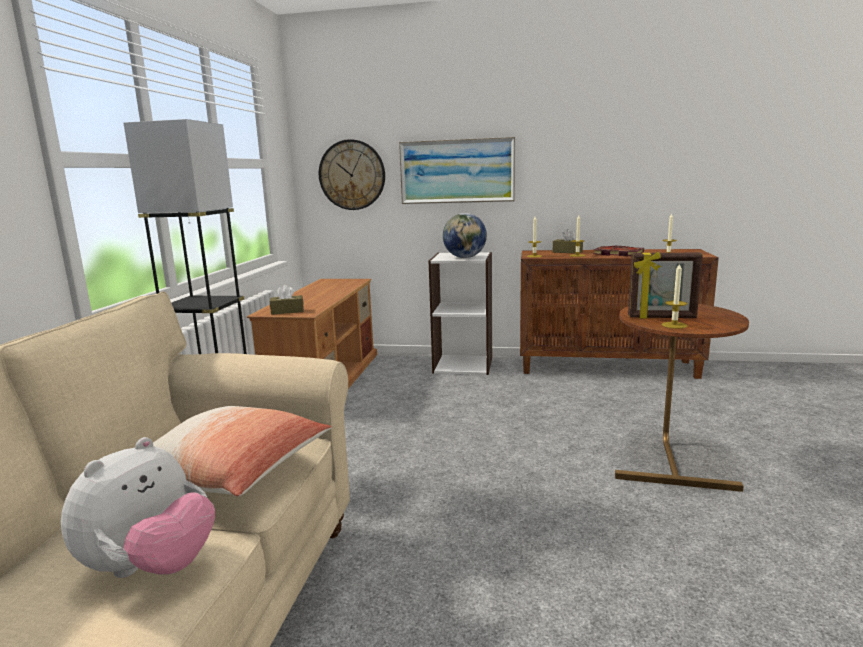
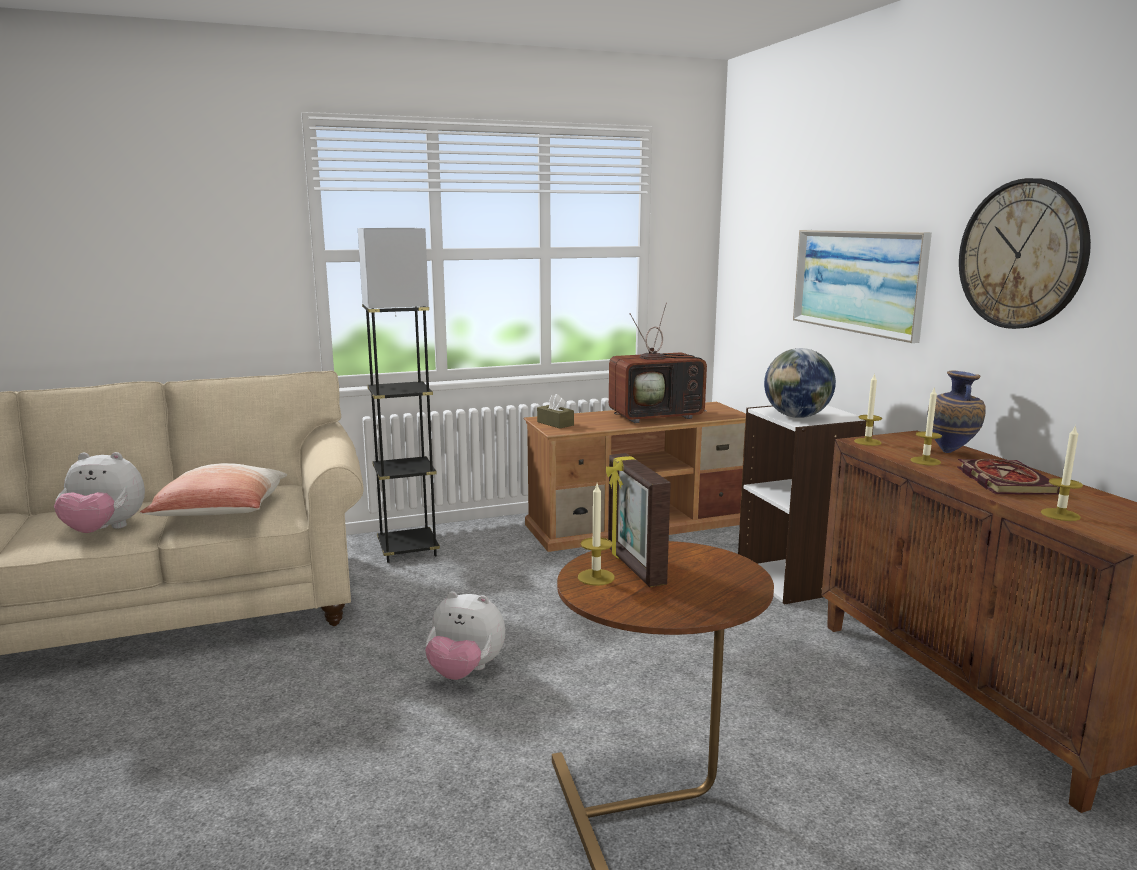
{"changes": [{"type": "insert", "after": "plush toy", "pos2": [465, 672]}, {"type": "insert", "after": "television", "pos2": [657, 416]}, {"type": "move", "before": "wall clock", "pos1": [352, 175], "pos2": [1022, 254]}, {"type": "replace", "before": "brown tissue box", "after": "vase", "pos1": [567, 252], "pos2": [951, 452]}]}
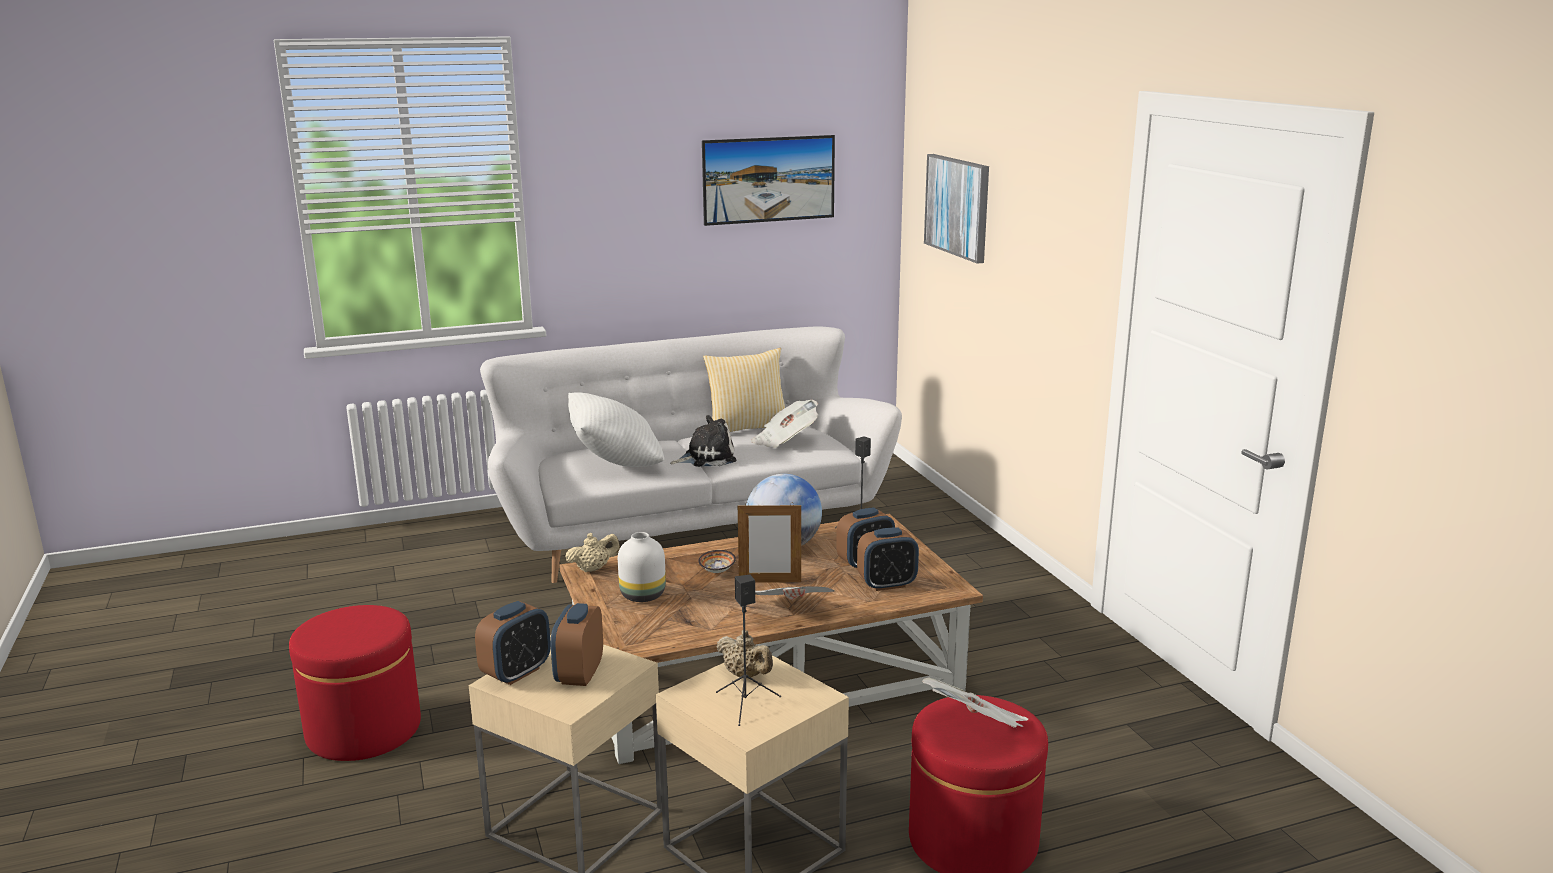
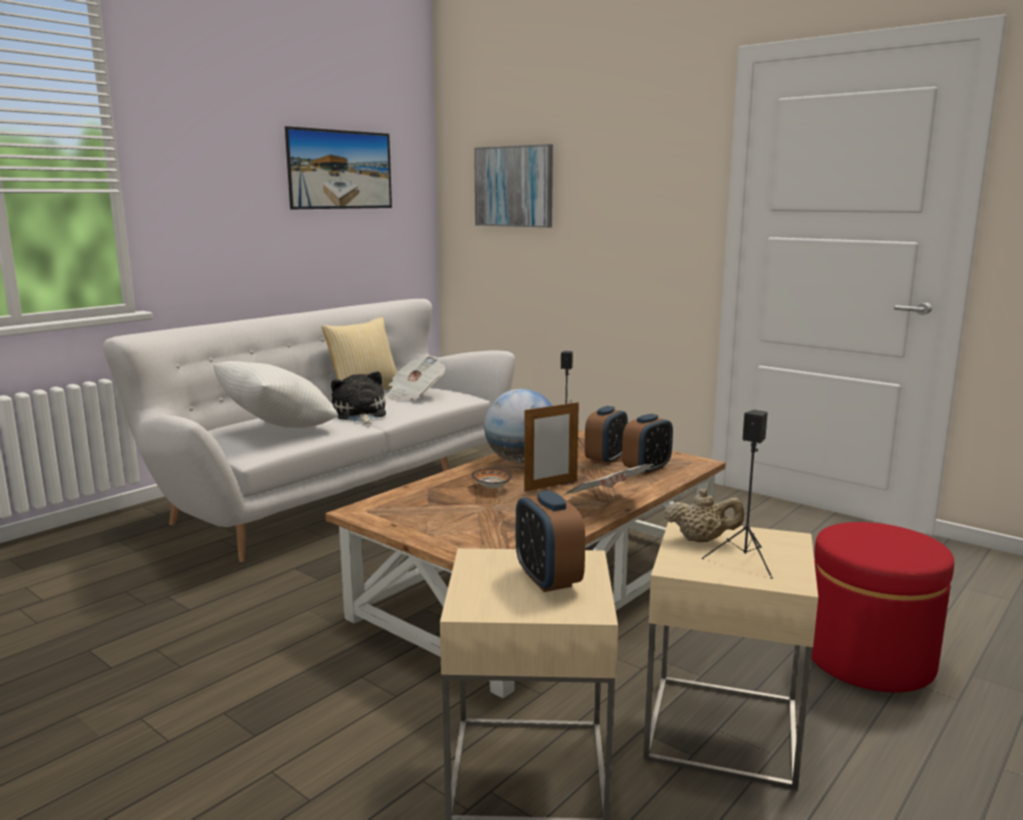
{"changes": [{"type": "delete", "before": "red ottoman", "pos1": [364, 730]}, {"type": "delete", "before": "alarm clock", "pos1": [516, 672]}, {"type": "delete", "before": "beige teapot", "pos1": [593, 569]}, {"type": "delete", "before": "white vase", "pos1": [642, 596]}, {"type": "delete", "before": "newspaper", "pos1": [977, 728]}, {"type": "rotate", "before": "plush toy", "pos1": [706, 458], "pos2": [360, 414], "turn": -60}]}
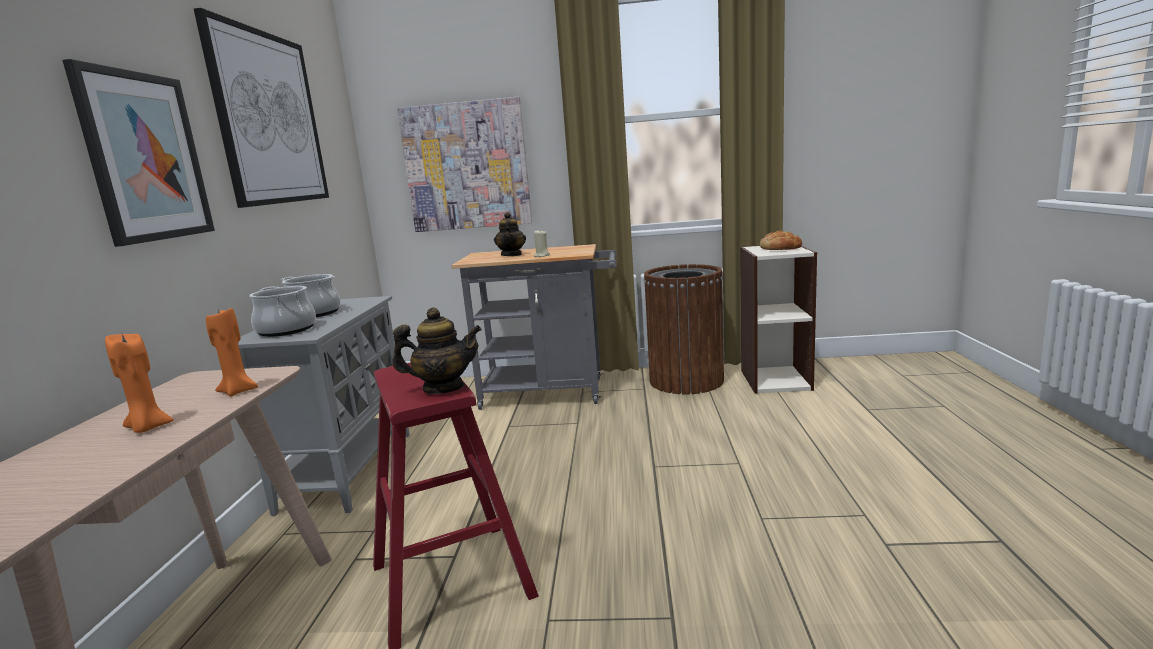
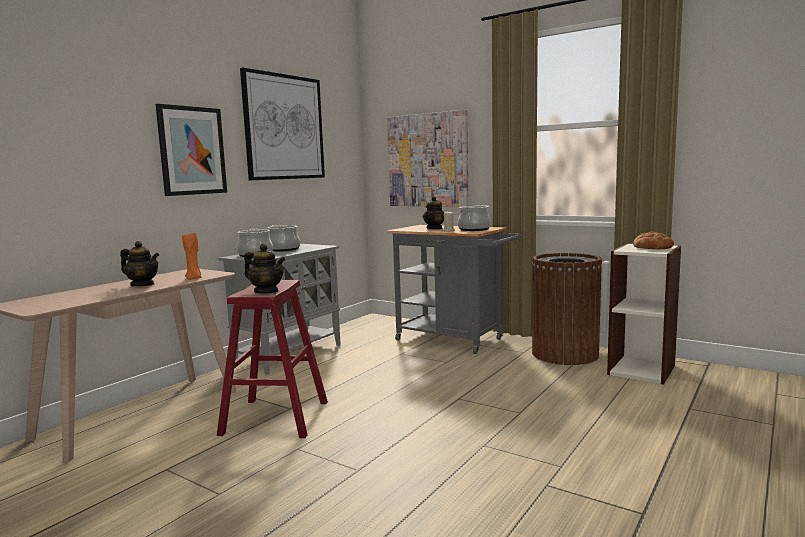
{"changes": [{"type": "insert", "after": "cooking pot", "pos2": [474, 229]}, {"type": "replace", "before": "orange candle", "after": "teapot", "pos1": [148, 428], "pos2": [143, 285]}]}
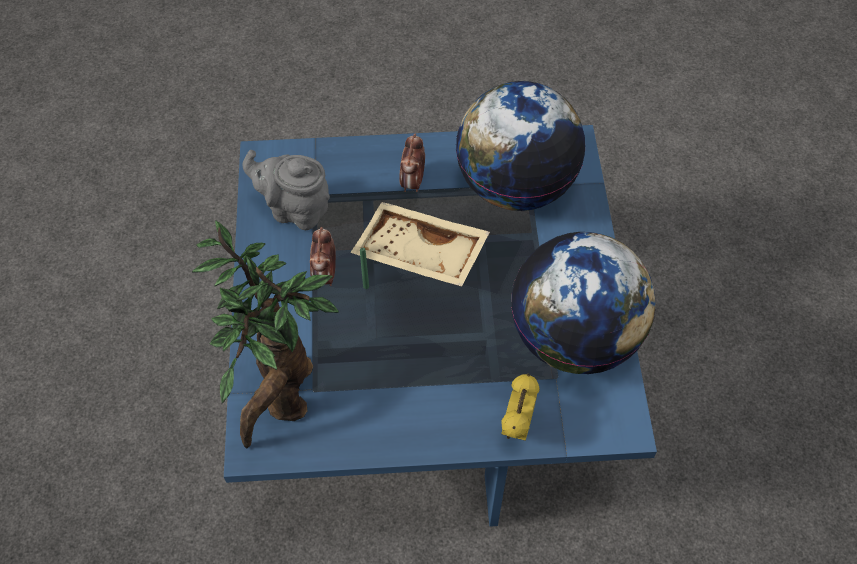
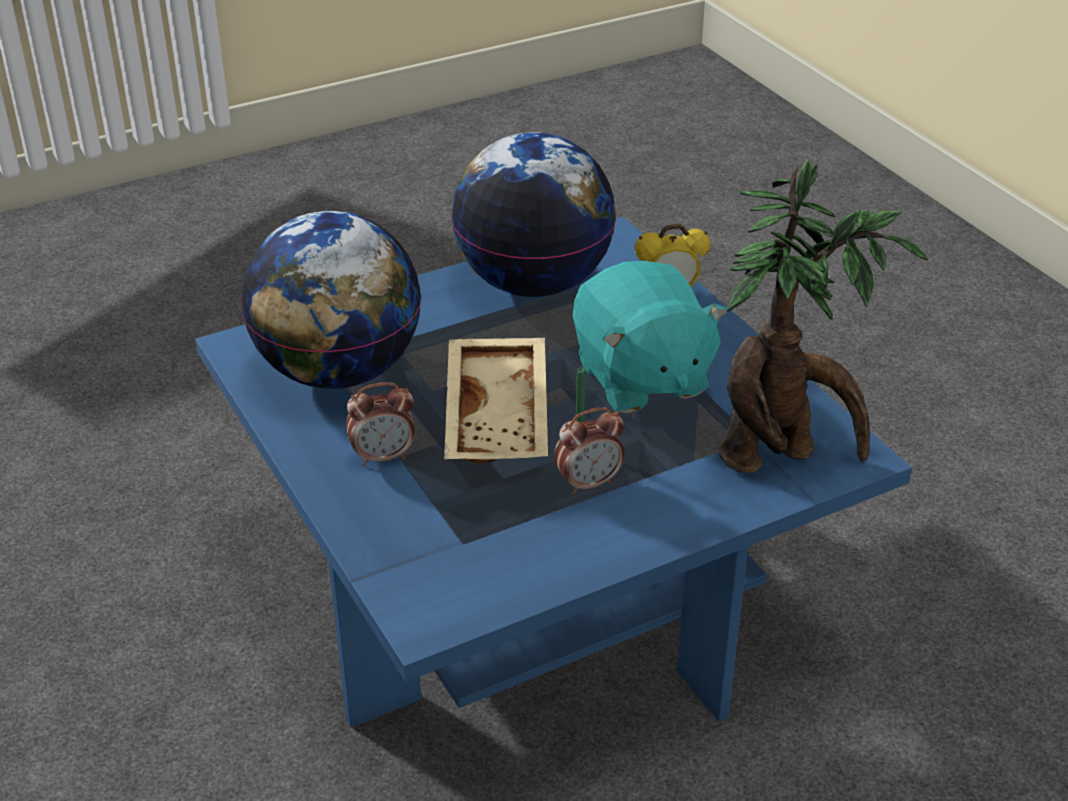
{"changes": [{"type": "delete", "before": "grey teapot", "pos1": [295, 210]}, {"type": "insert", "after": "turquoise plush toy", "pos2": [640, 378]}]}
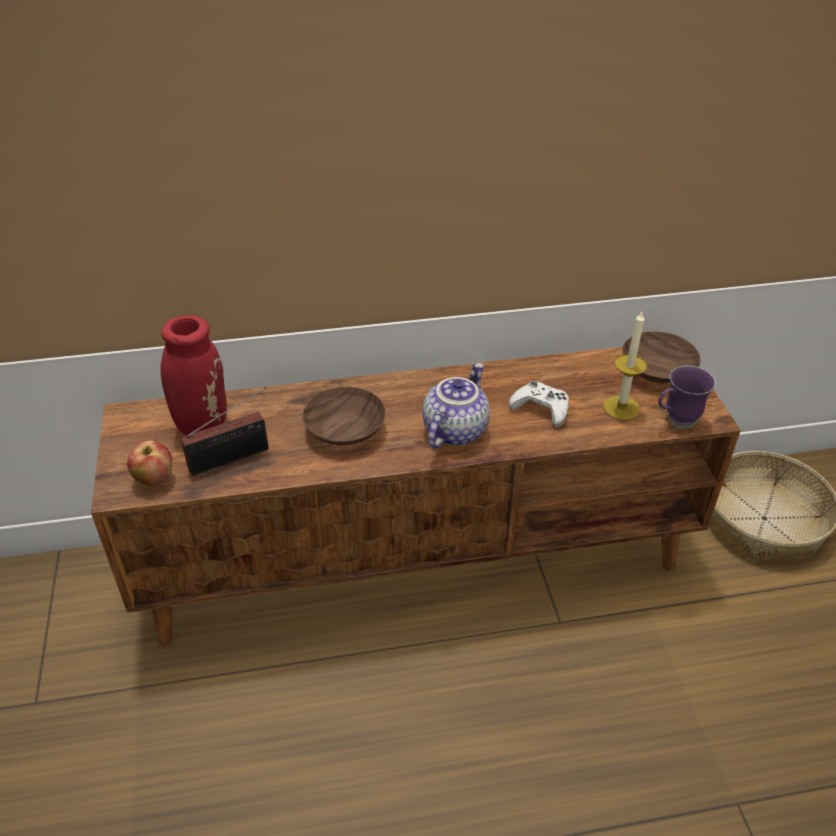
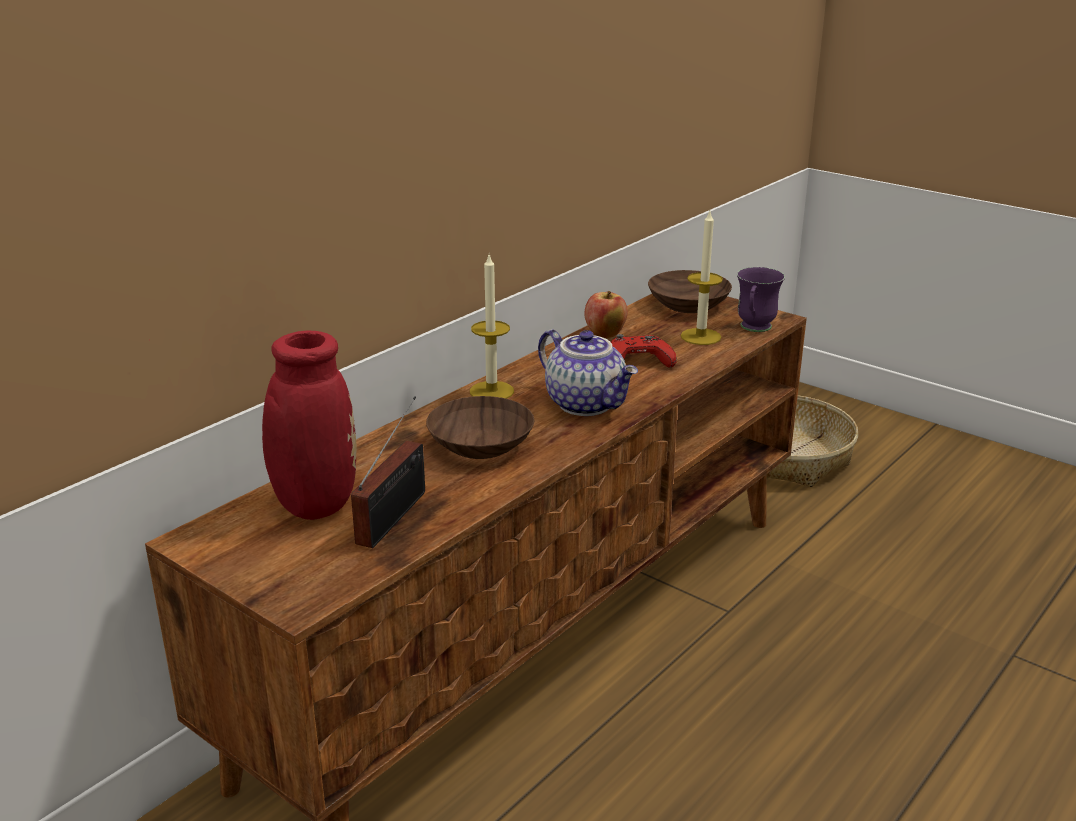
{"changes": [{"type": "insert", "after": "candle", "pos2": [491, 391]}, {"type": "move", "before": "apple", "pos1": [154, 479], "pos2": [604, 335]}, {"type": "recolor", "before": "white game controller", "after": "red game controller", "pos1": [541, 408], "pos2": [638, 361]}, {"type": "rotate", "before": "teapot", "pos1": [453, 430], "pos2": [587, 404], "turn": 150}]}
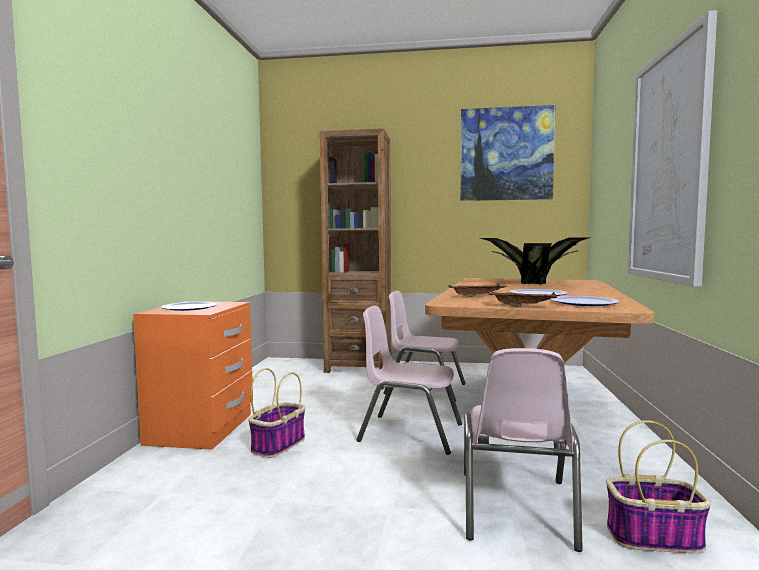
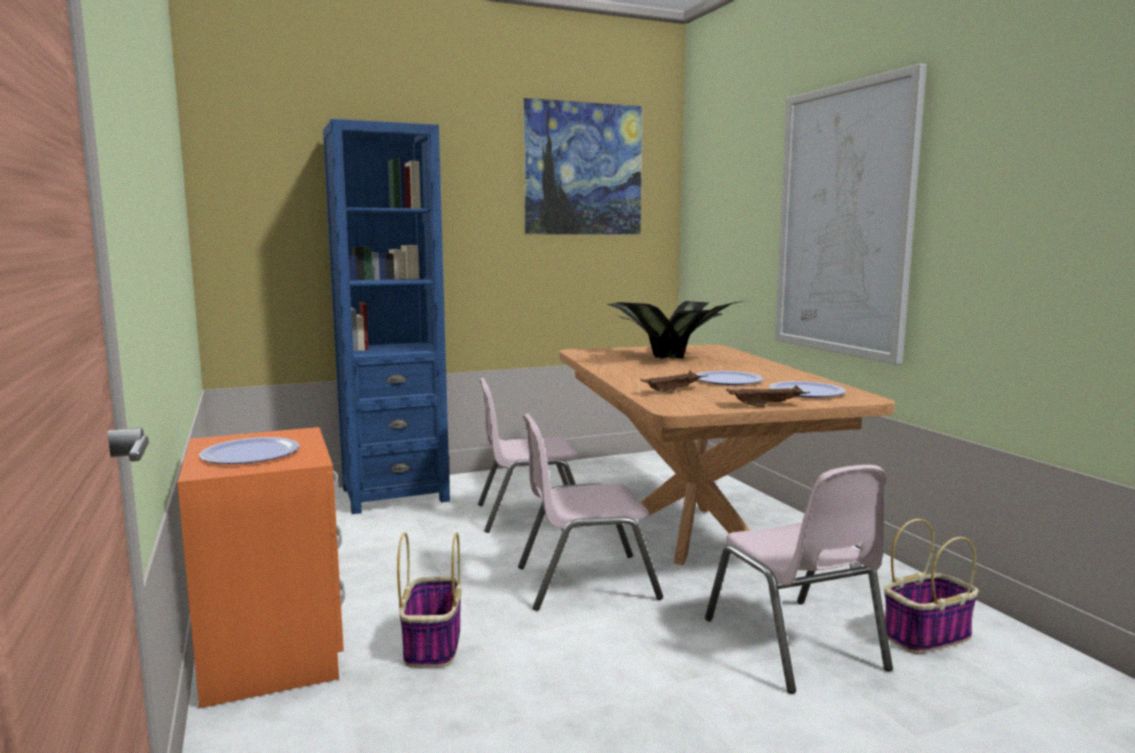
{"changes": [{"type": "recolor", "before": "brown bookcase", "after": "blue bookcase", "pos1": [359, 366], "pos2": [395, 495]}]}
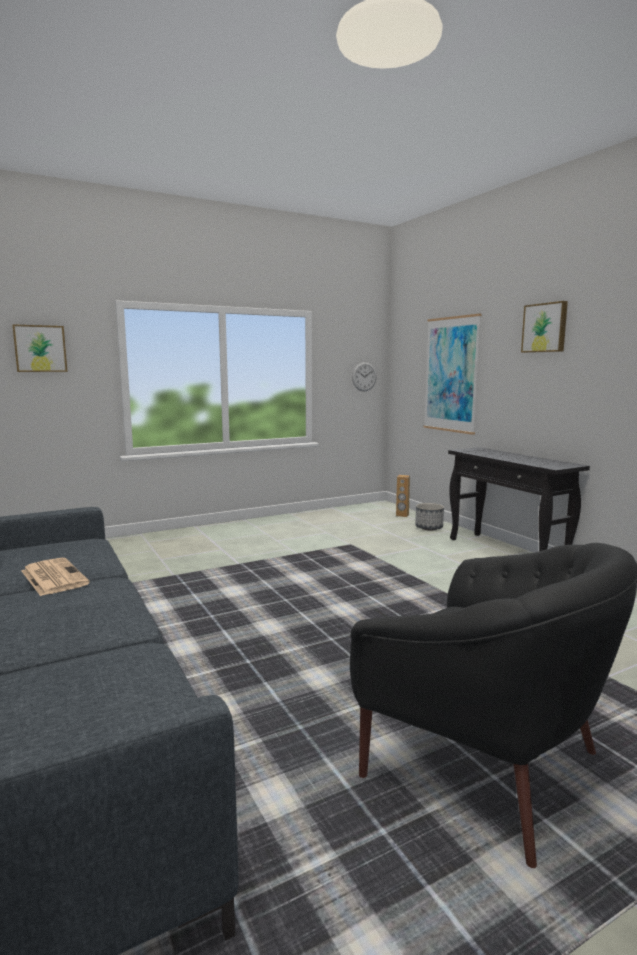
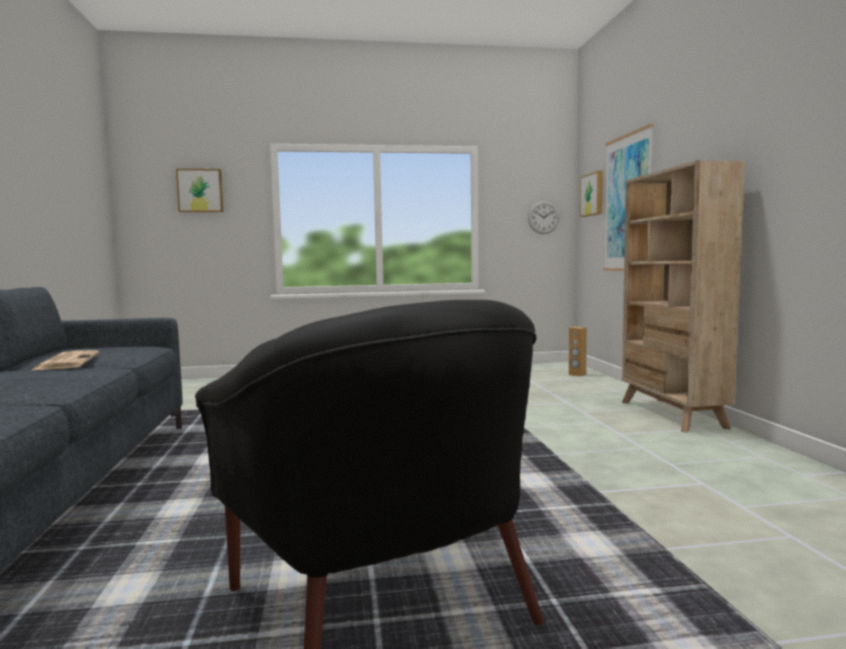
{"changes": [{"type": "delete", "before": "planter", "pos1": [429, 528]}, {"type": "move", "before": "picture", "pos1": [545, 328], "pos2": [593, 194]}, {"type": "replace", "before": "black console table", "after": "beige bookcase", "pos1": [507, 552], "pos2": [671, 414]}]}
